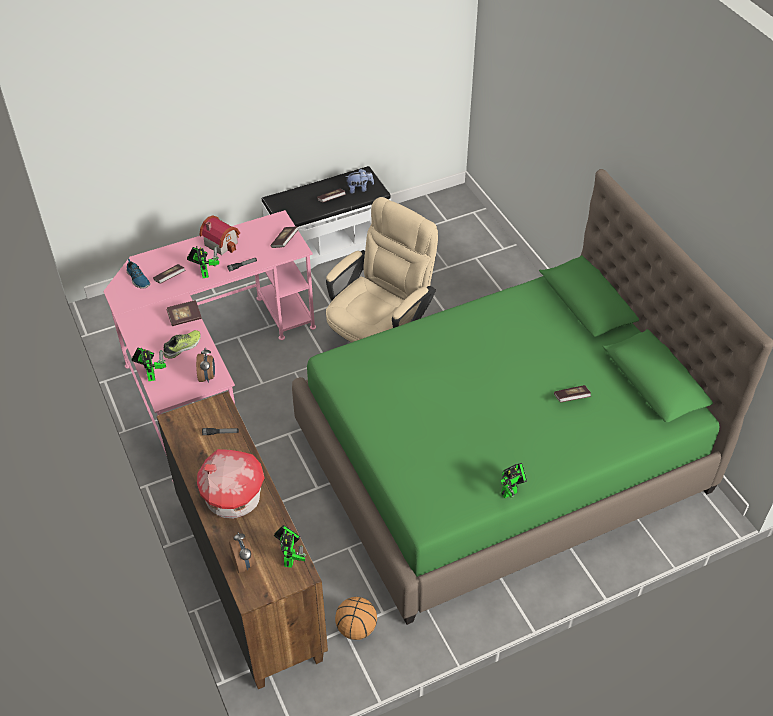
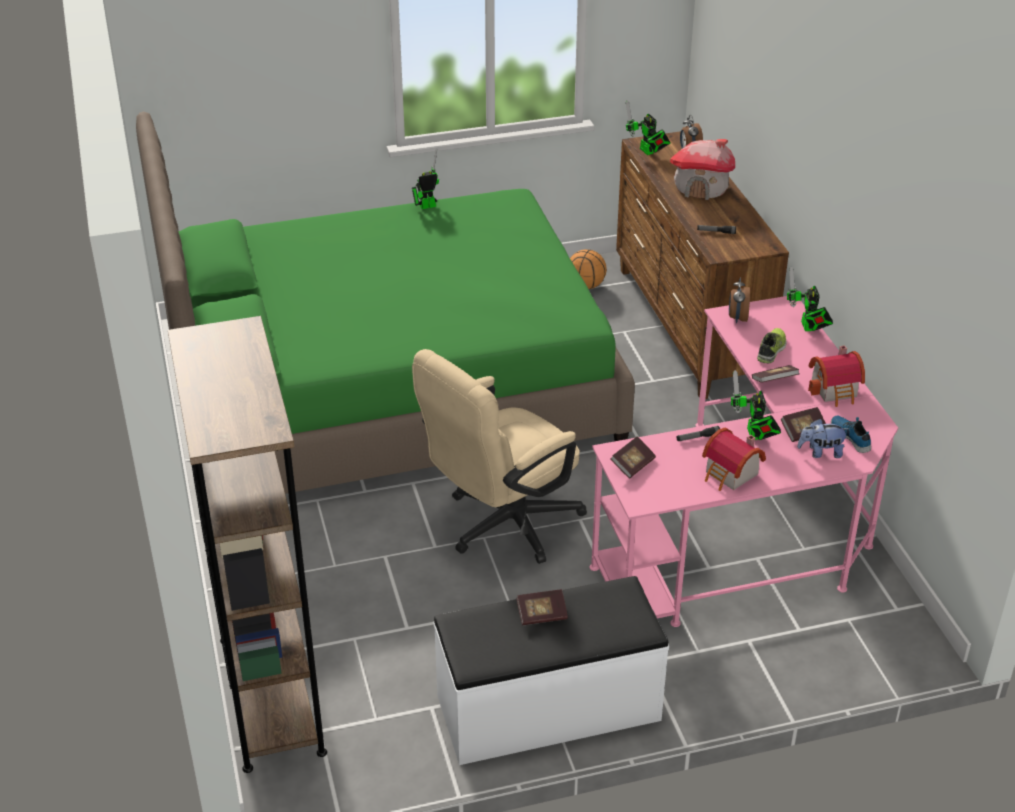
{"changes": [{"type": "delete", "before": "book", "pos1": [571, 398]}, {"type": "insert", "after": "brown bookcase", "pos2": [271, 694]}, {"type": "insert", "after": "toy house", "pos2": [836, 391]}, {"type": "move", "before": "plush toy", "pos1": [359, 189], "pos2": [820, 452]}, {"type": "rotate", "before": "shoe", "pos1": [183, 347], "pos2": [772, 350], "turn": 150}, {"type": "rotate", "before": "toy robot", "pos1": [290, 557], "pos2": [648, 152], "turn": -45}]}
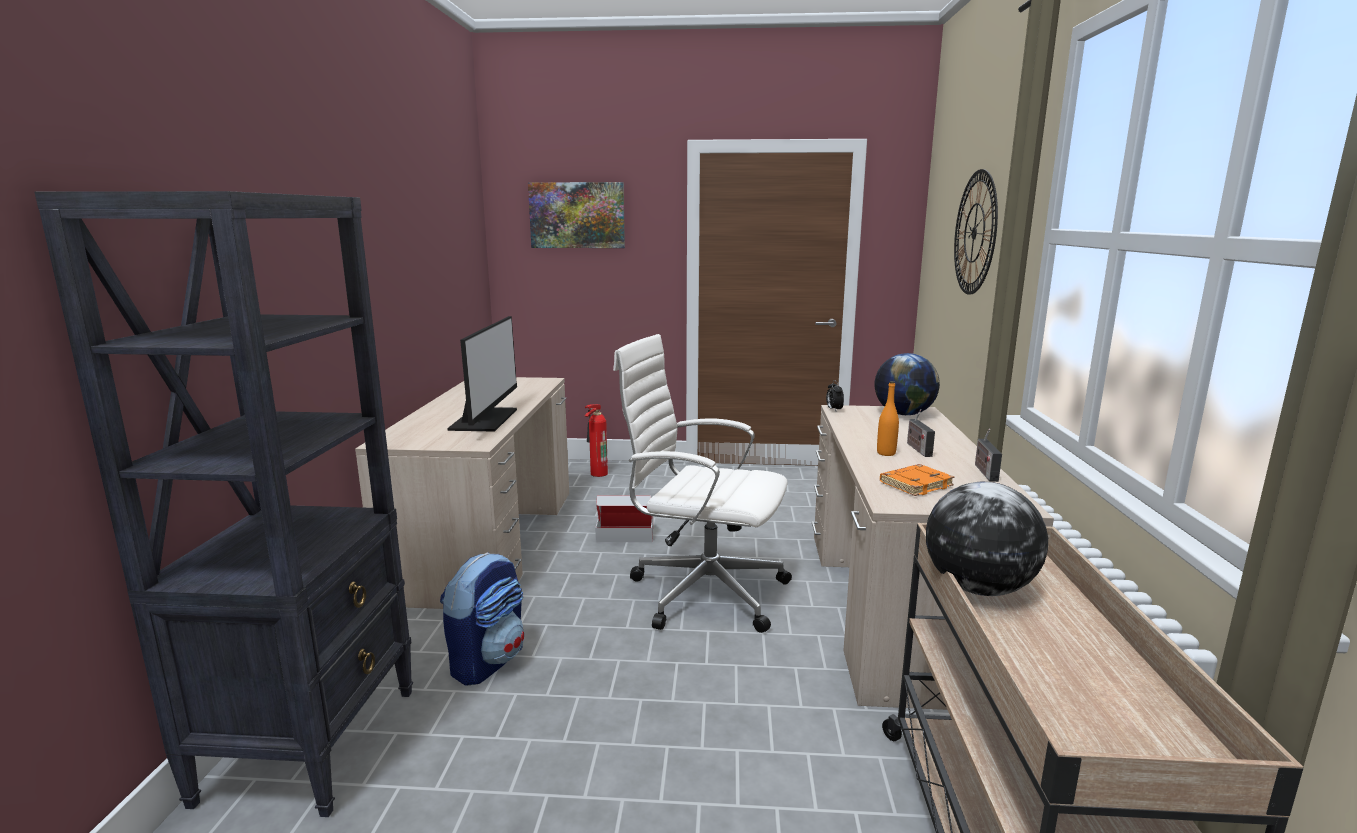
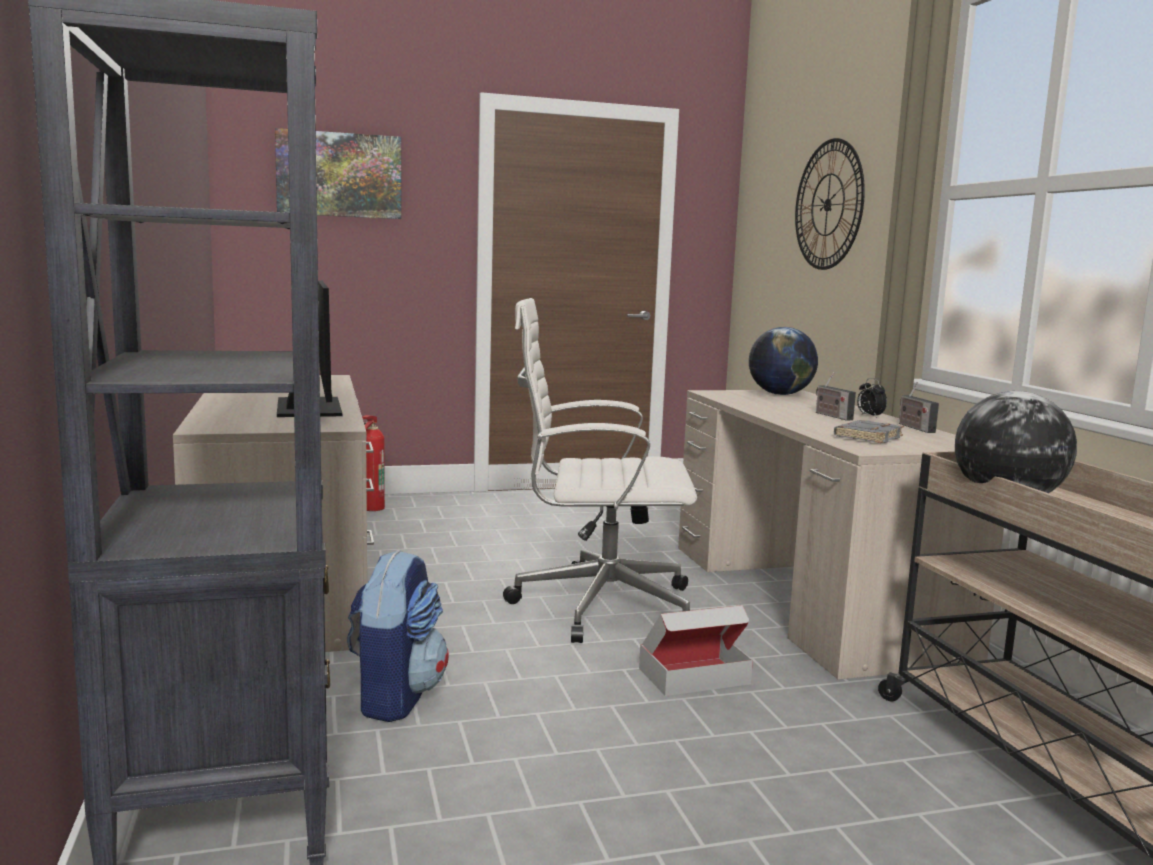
{"changes": [{"type": "delete", "before": "orange bottle", "pos1": [886, 453]}, {"type": "move", "before": "cardboard box", "pos1": [625, 534], "pos2": [694, 676]}, {"type": "move", "before": "alarm clock", "pos1": [833, 410], "pos2": [869, 416]}, {"type": "recolor", "before": "orange book", "after": "grey book", "pos1": [915, 484], "pos2": [867, 437]}]}
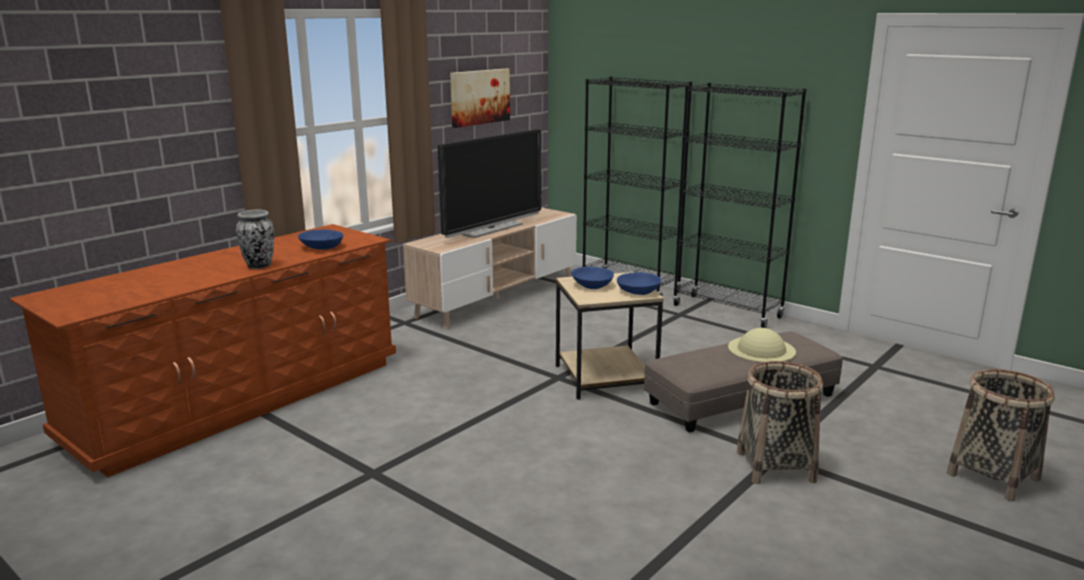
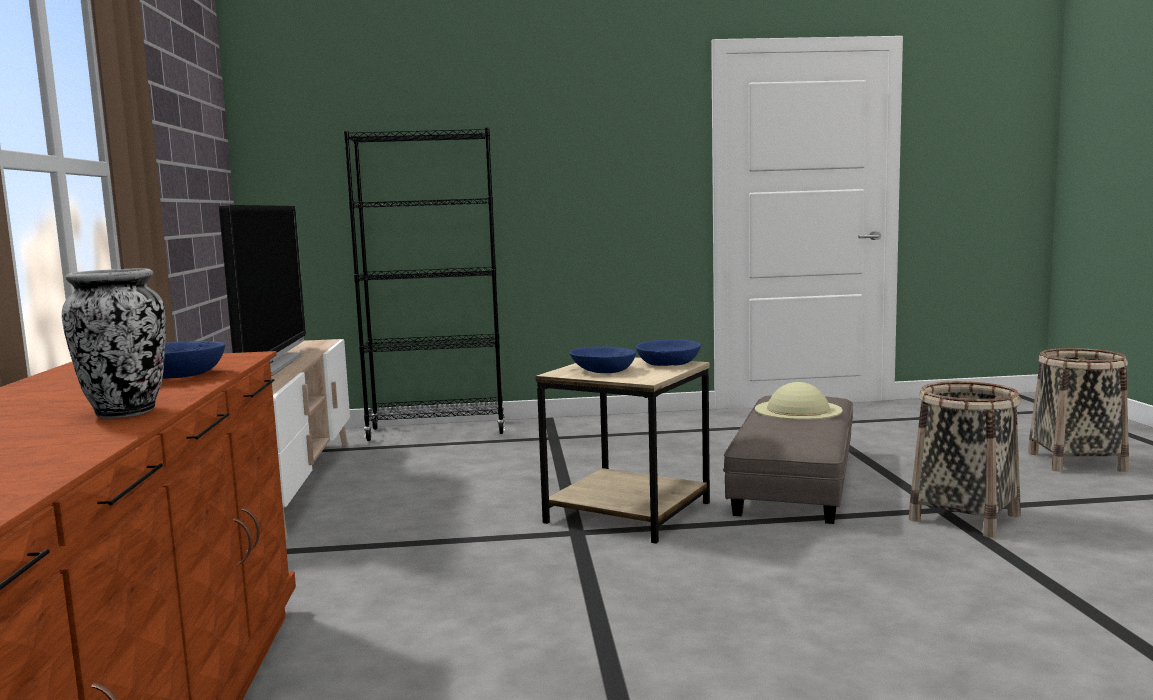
{"changes": [{"type": "delete", "before": "picture", "pos1": [479, 97]}, {"type": "delete", "before": "black bookcase", "pos1": [727, 311]}]}
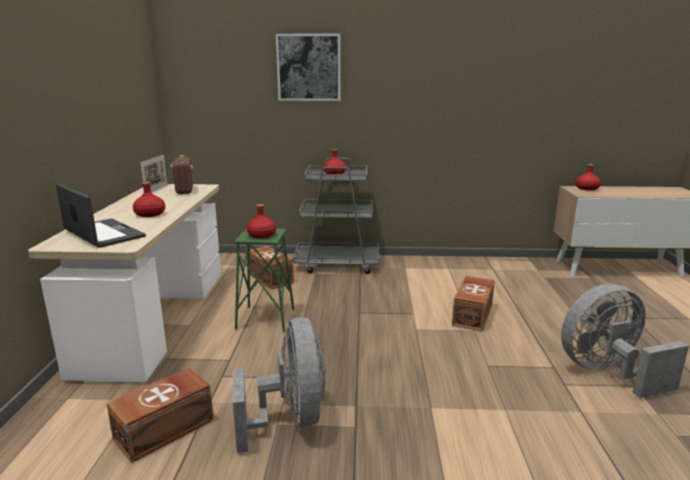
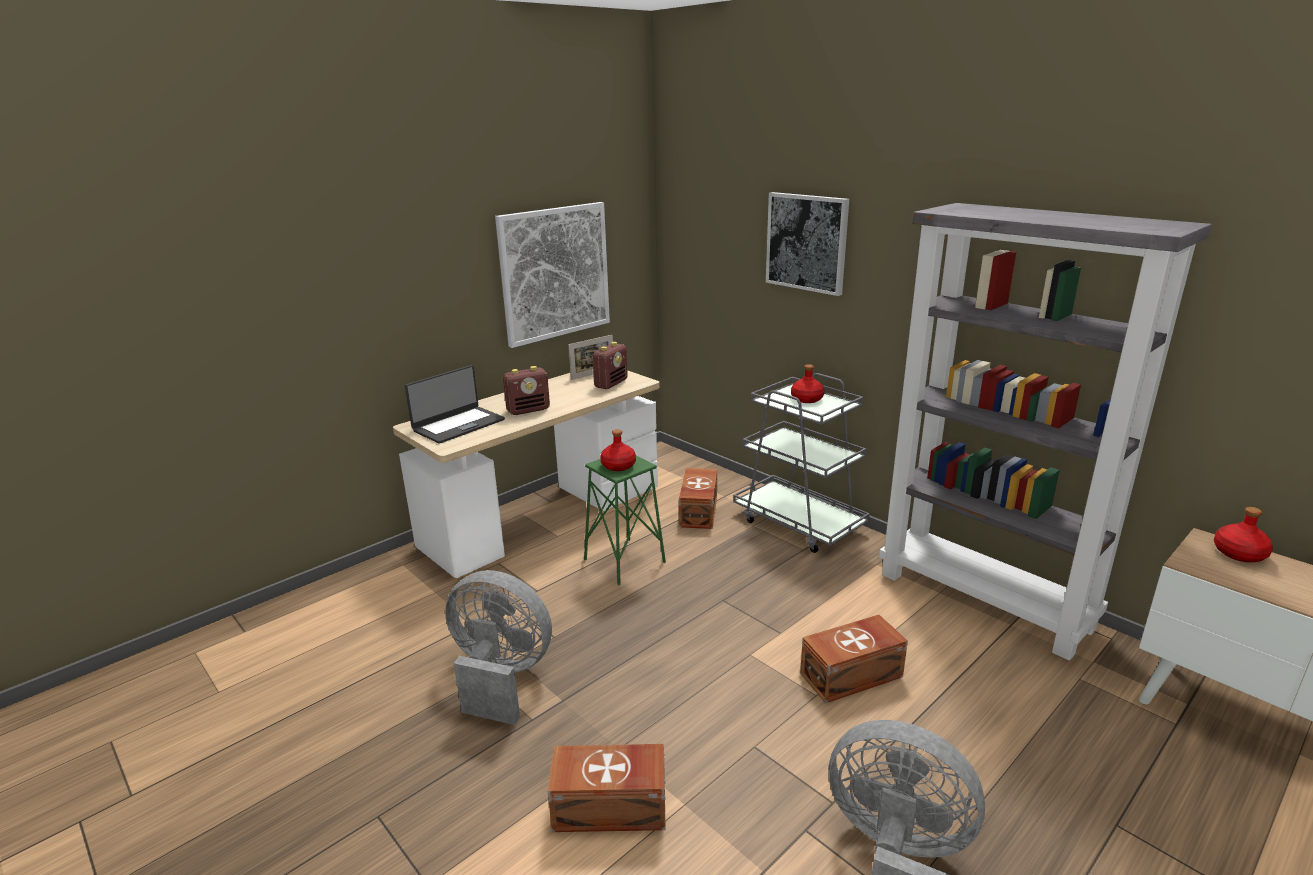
{"changes": [{"type": "insert", "after": "picture", "pos2": [555, 273]}, {"type": "insert", "after": "grey bookcase", "pos2": [985, 600]}, {"type": "move", "before": "brown storage box", "pos1": [166, 429], "pos2": [611, 808]}, {"type": "replace", "before": "red bottle", "after": "radio", "pos1": [150, 214], "pos2": [528, 410]}, {"type": "rotate", "before": "laptop", "pos1": [103, 234], "pos2": [458, 425], "turn": 45}, {"type": "rotate", "before": "grey fan", "pos1": [291, 418], "pos2": [500, 677], "turn": -105}]}
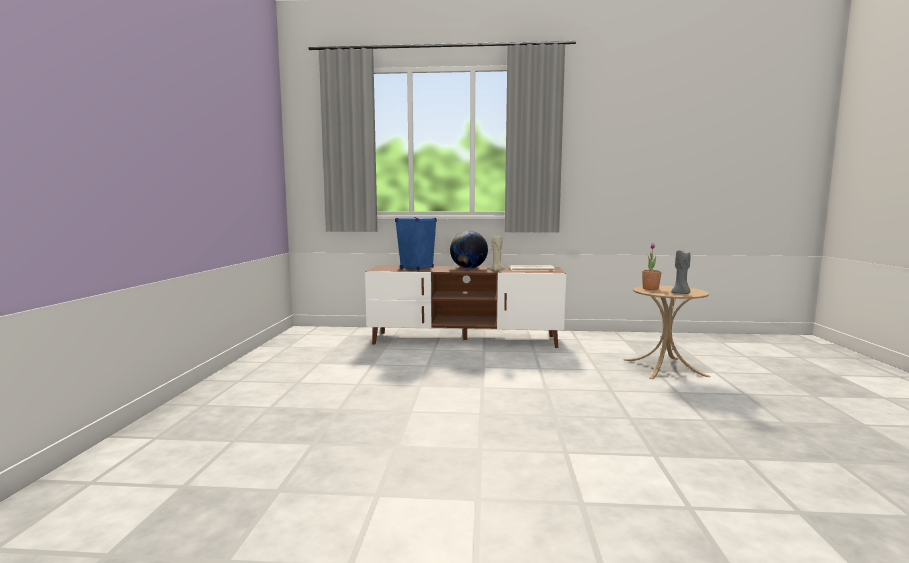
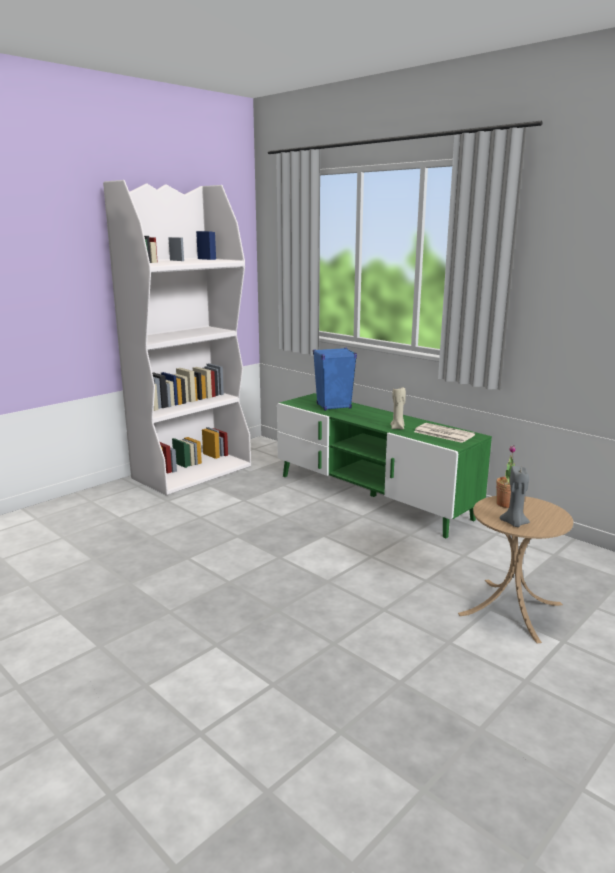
{"changes": [{"type": "delete", "before": "globe", "pos1": [469, 268]}, {"type": "insert", "after": "white bookcase", "pos2": [192, 472]}, {"type": "recolor", "before": "brown tv stand", "after": "green tv stand", "pos1": [465, 340], "pos2": [371, 496]}]}
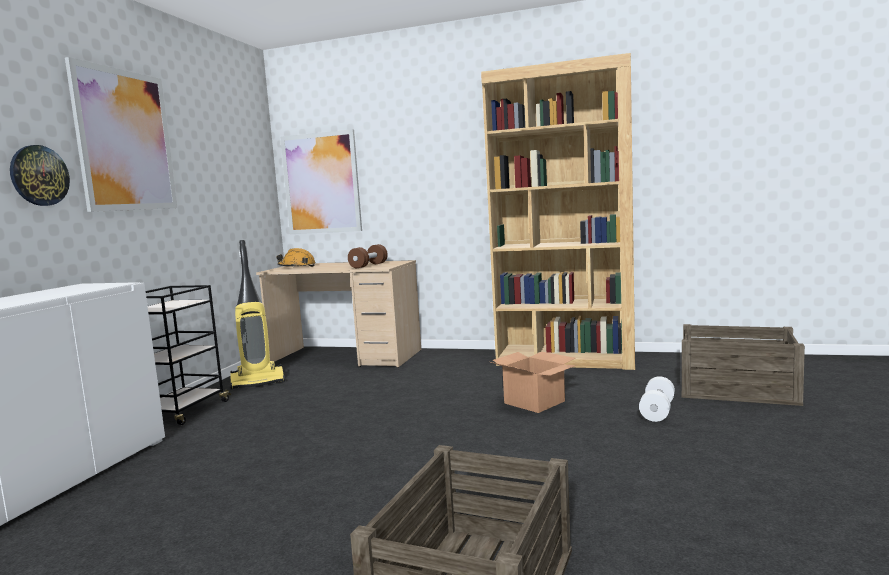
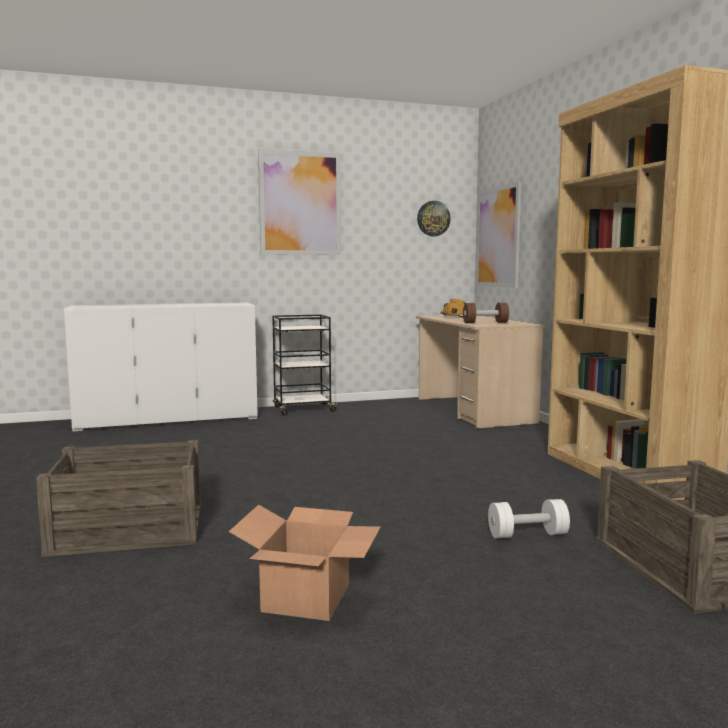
{"changes": [{"type": "delete", "before": "vacuum cleaner", "pos1": [258, 381]}, {"type": "move", "before": "wall clock", "pos1": [39, 175], "pos2": [433, 218]}, {"type": "move", "before": "cardboard box", "pos1": [533, 402], "pos2": [306, 597]}]}
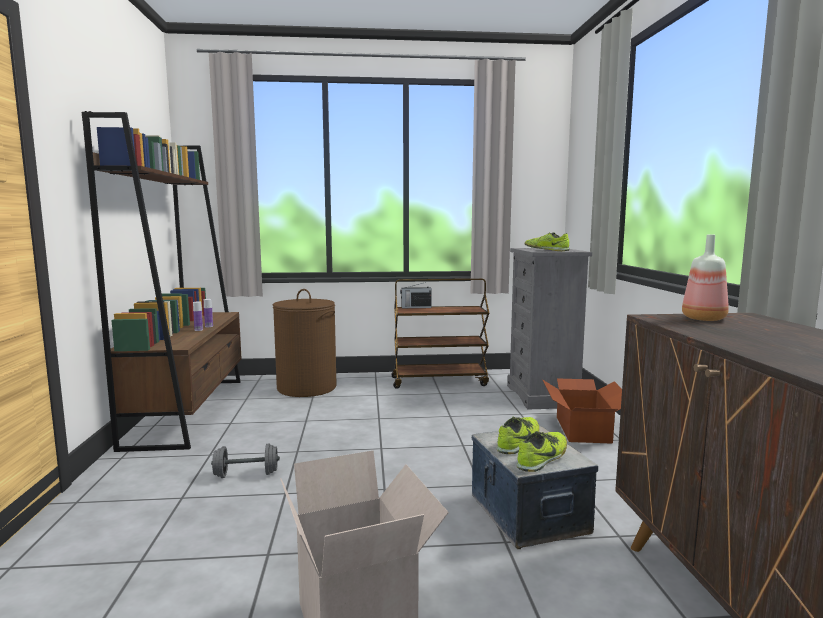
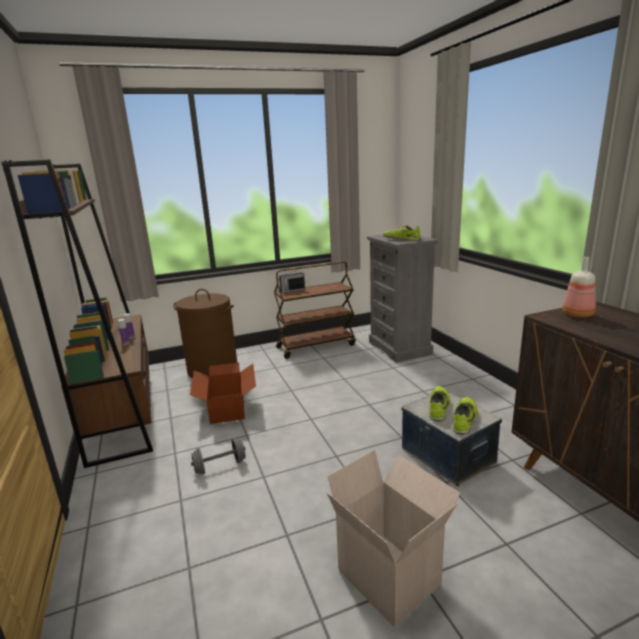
{"changes": [{"type": "move", "before": "cardboard box", "pos1": [583, 429], "pos2": [228, 407]}]}
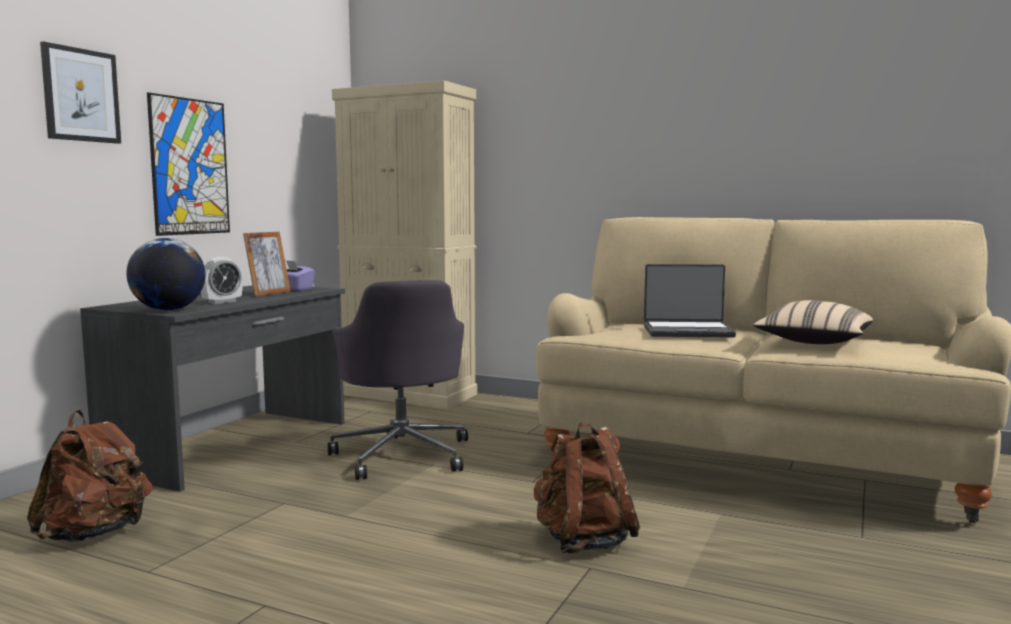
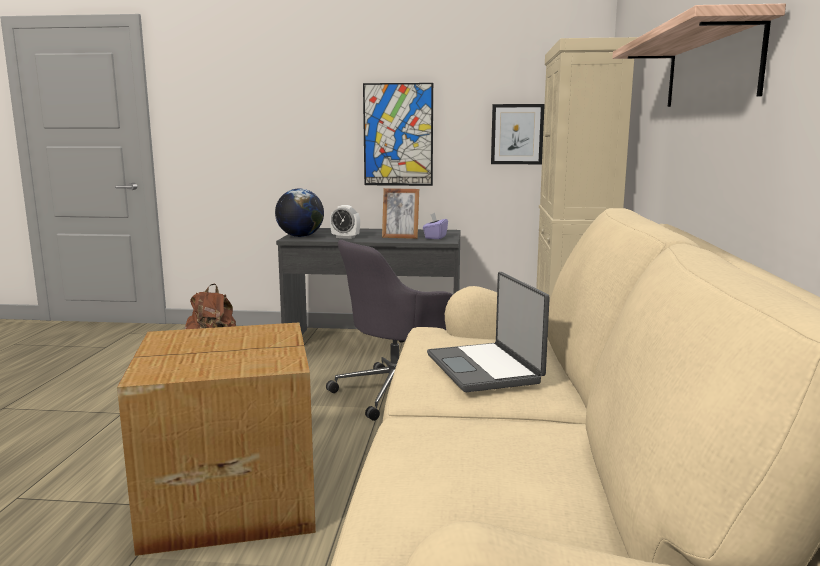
{"changes": [{"type": "delete", "before": "beige pillow", "pos1": [813, 343]}, {"type": "insert", "after": "shelf", "pos2": [710, 68]}, {"type": "move", "before": "picture", "pos1": [81, 95], "pos2": [517, 134]}, {"type": "replace", "before": "brown backpack", "after": "cardboard box", "pos1": [583, 542], "pos2": [228, 496]}]}
